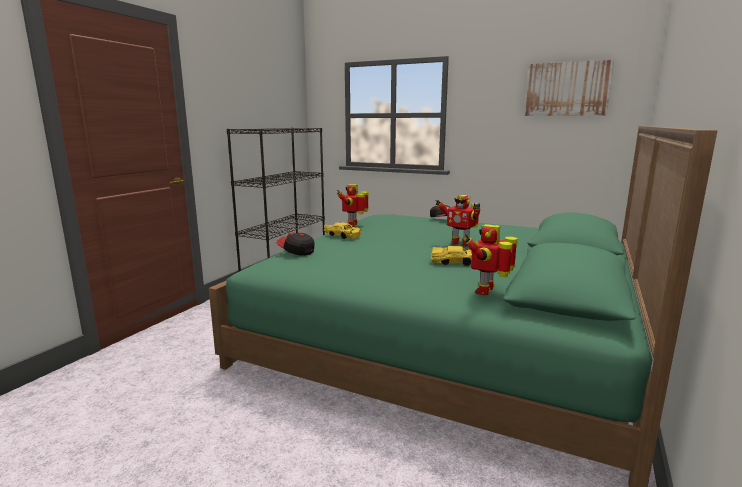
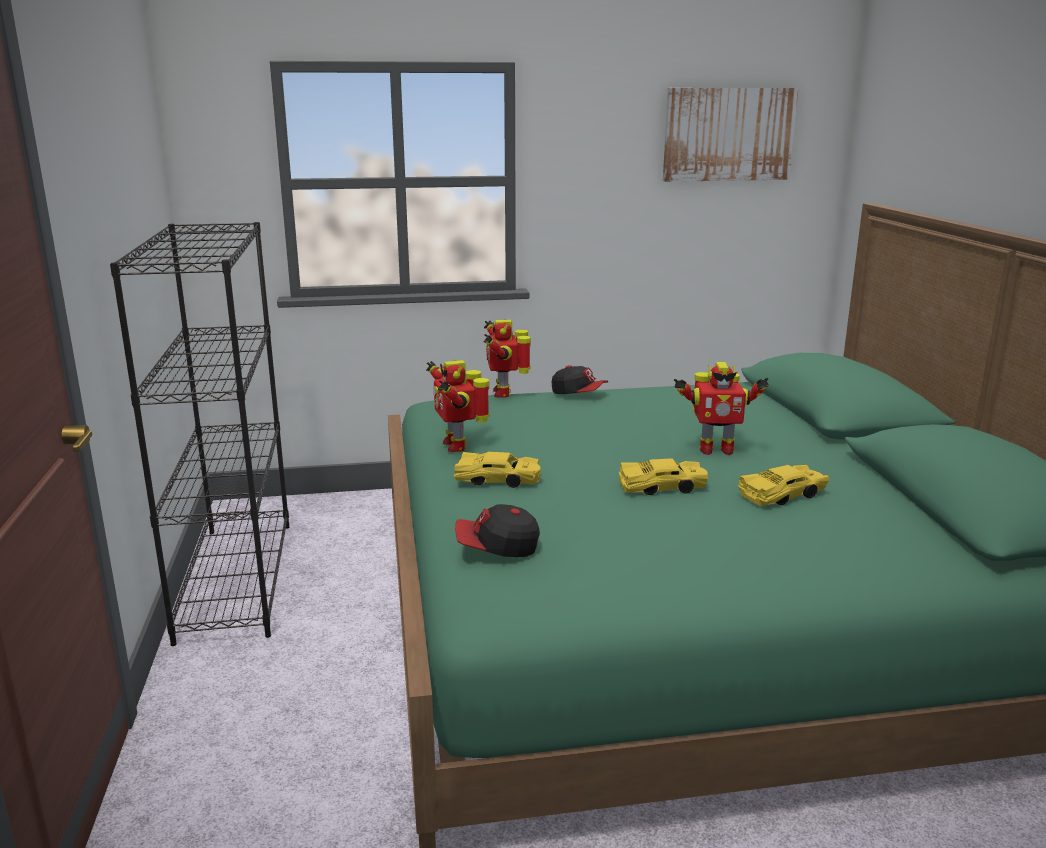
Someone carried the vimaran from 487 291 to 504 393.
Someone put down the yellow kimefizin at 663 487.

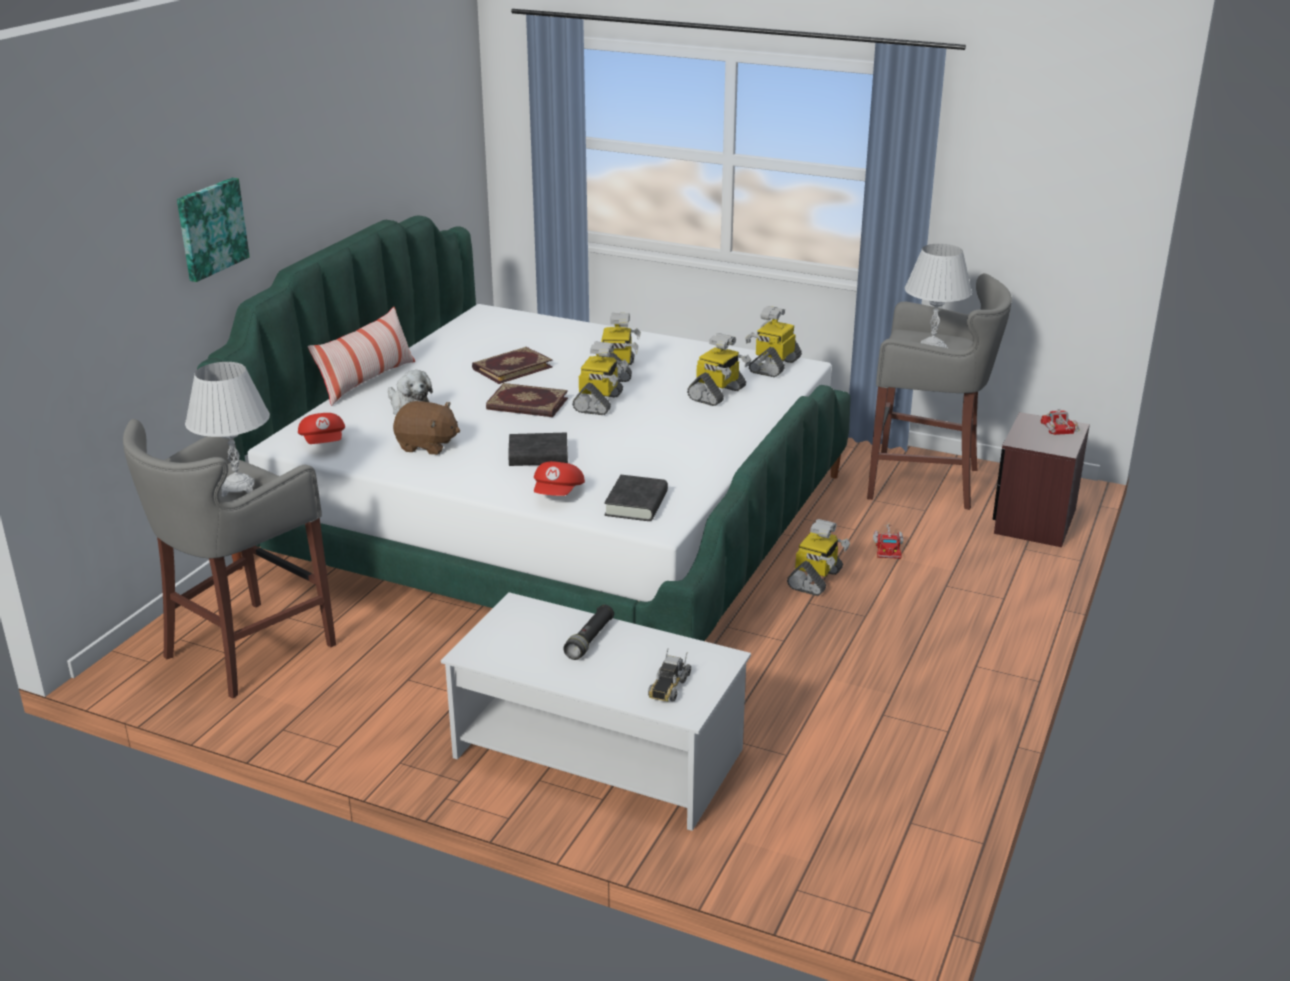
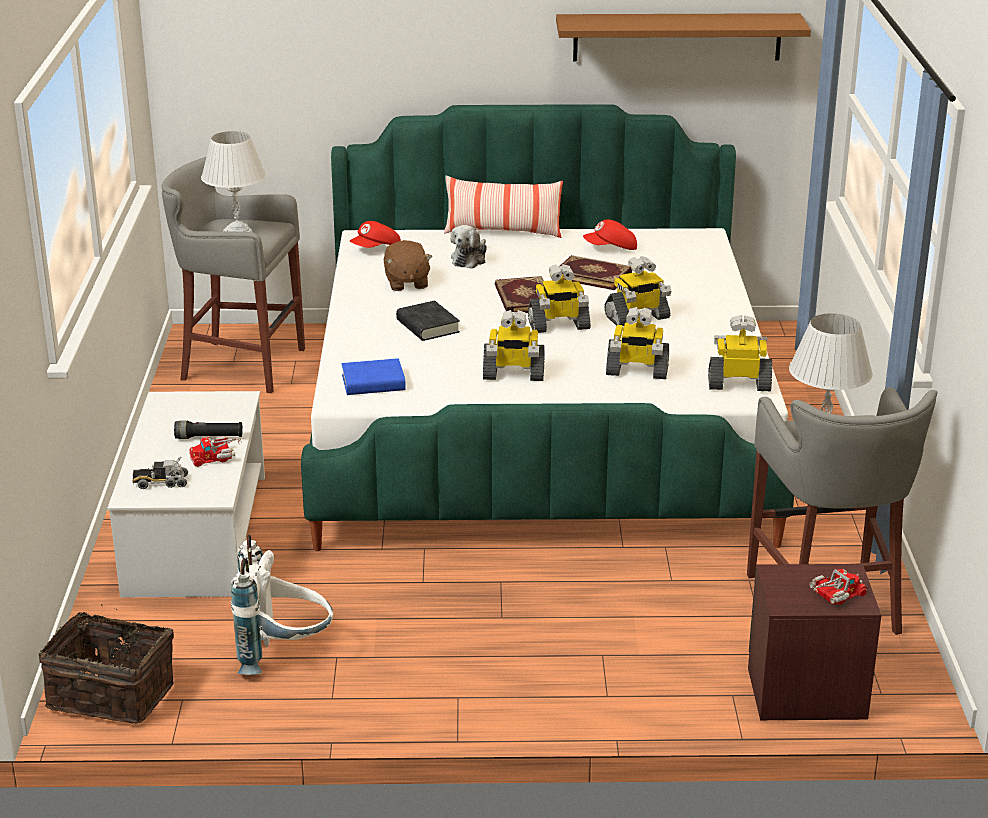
Someone took away the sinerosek at 210 228.
Someone carried the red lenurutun from 558 494 to 611 249.
Someone repainted the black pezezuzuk at 636 504, which became the blue pezezuzuk at 373 383.
Someone carried the vimaran from 816 579 to 513 374.
Someone carried the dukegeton from 887 547 to 217 457.
Someone put down the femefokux at 113 693.
Someone put down the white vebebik at 284 655.
Someone put up the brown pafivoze at 677 37.

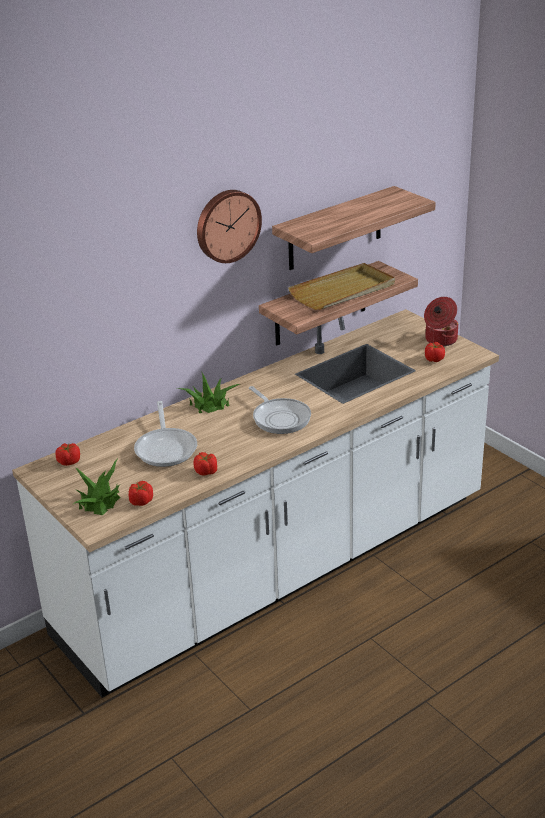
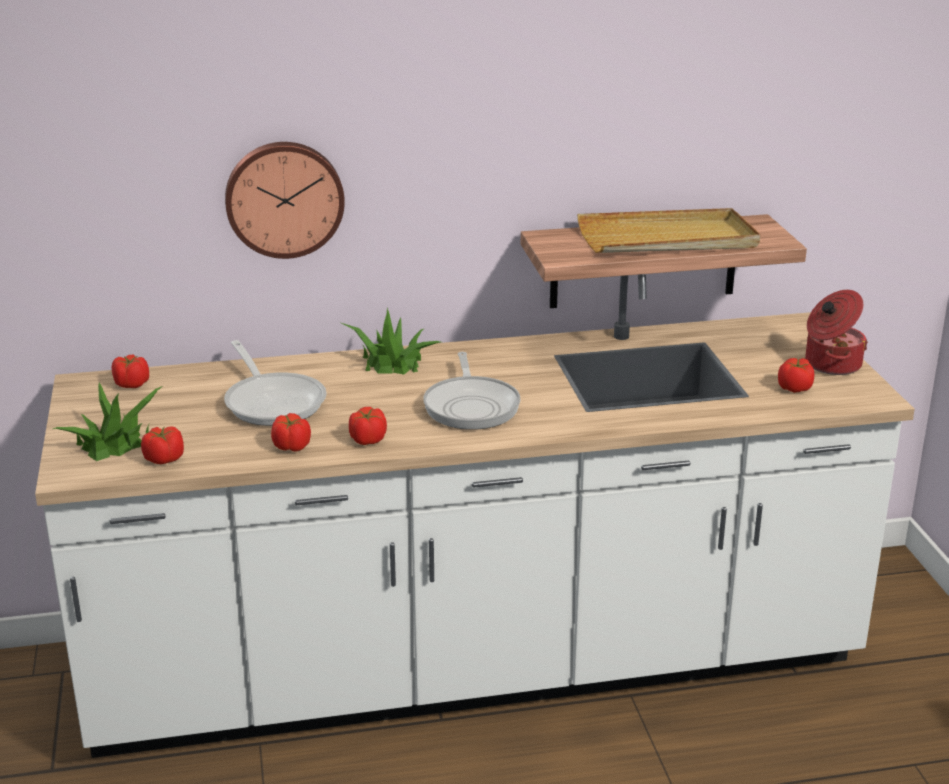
Someone rotated the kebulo at 166 448 by 45 degrees counterclockwise.
Someone carried the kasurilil from 227 225 to 284 198.
Someone took away the pafivoze at 335 229.
Someone put down the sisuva at 368 440.

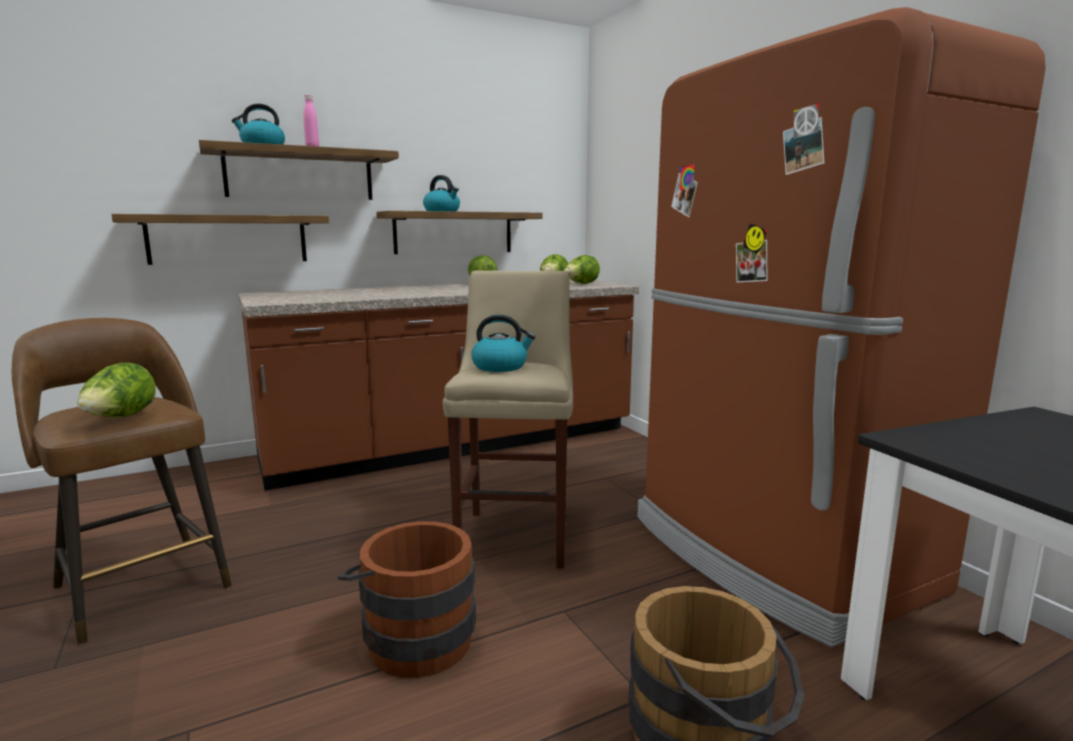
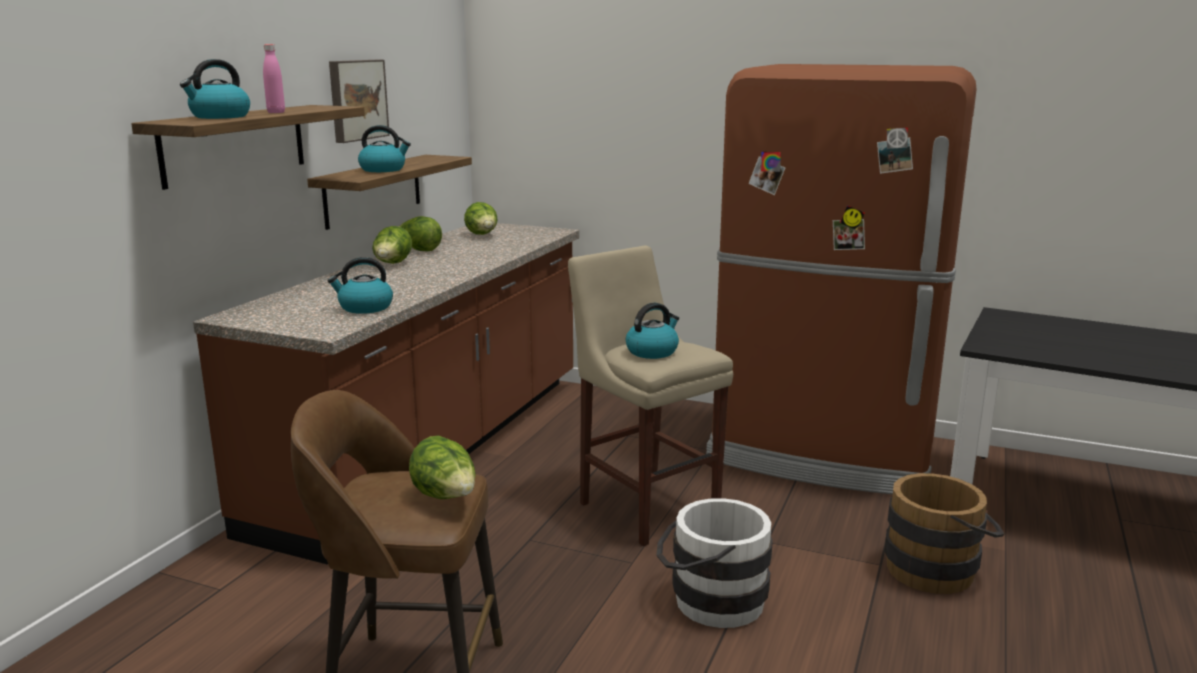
Someone took away the pafivoze at 228 239.
Someone repainted the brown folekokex at 414 637, which became the white folekokex at 710 601.
Someone carried the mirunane from 581 284 to 392 264.
Someone put down the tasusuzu at 365 308.
Someone put up the sinerosek at 356 100.

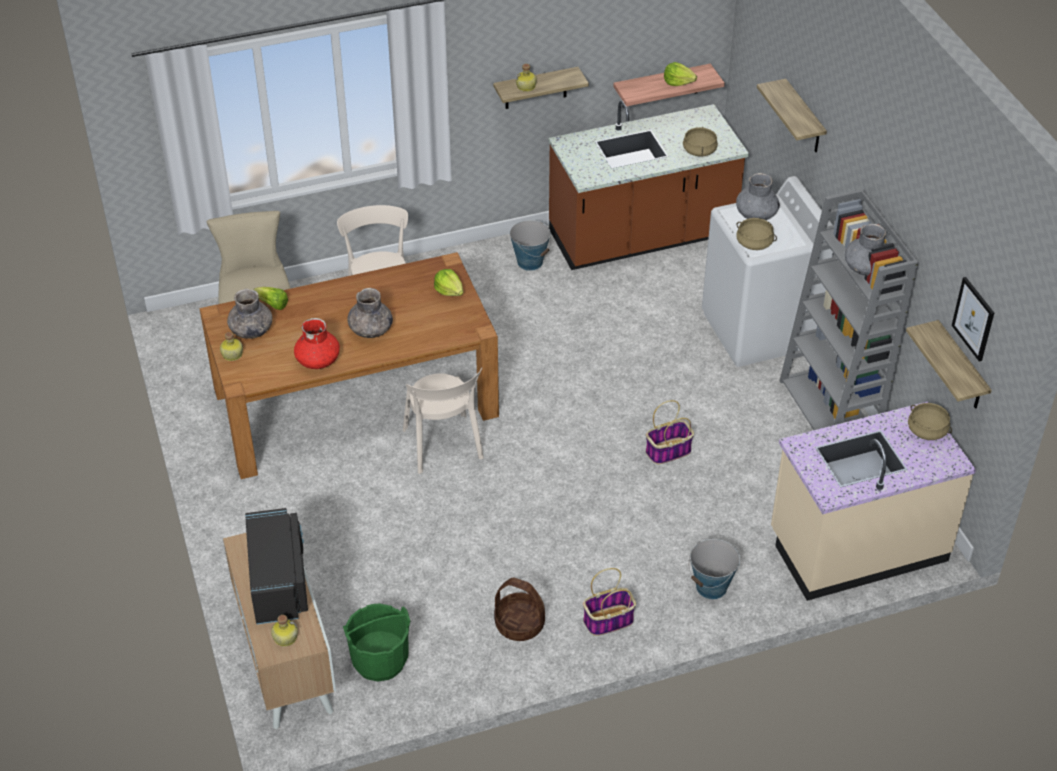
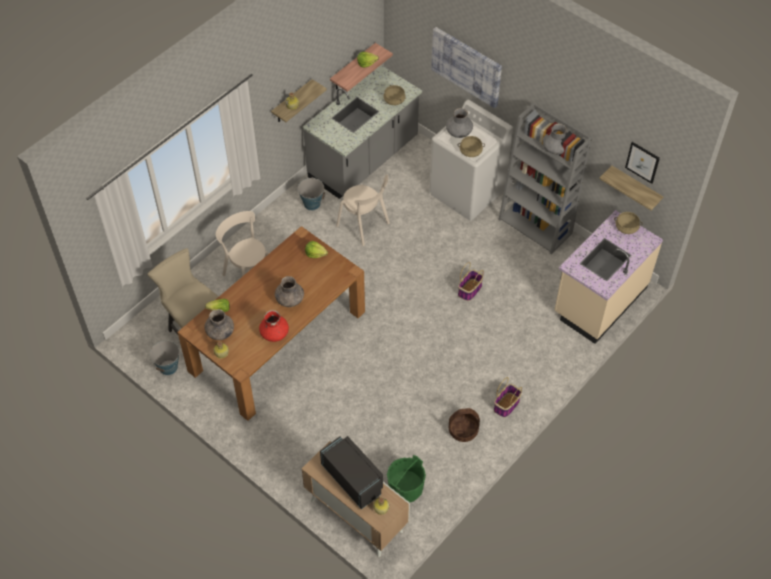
Someone carried the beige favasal from 443 447 to 364 226.
Someone repainted the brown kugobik at 642 236, which became the grey kugobik at 364 159.
Someone carried the folekokex from 711 587 to 168 367.
Someone swapped the pafivoze at 804 118 for the sinerosek at 467 66.

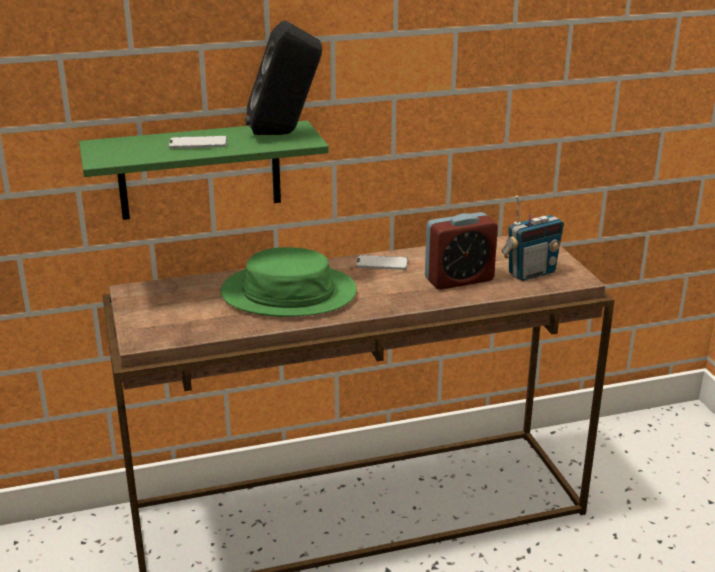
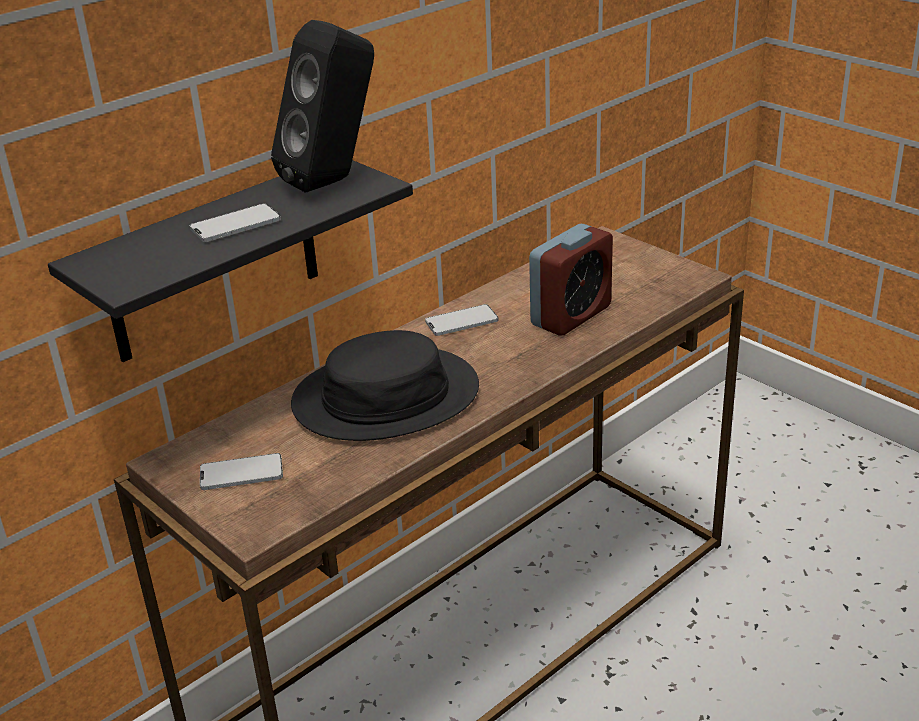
Someone repainted the green pafivoze at 200 170, which became the black pafivoze at 214 261.
Someone repainted the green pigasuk at 289 293, which became the black pigasuk at 385 397.
Someone took away the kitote at 531 273.
Someone put down the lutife at 241 473.

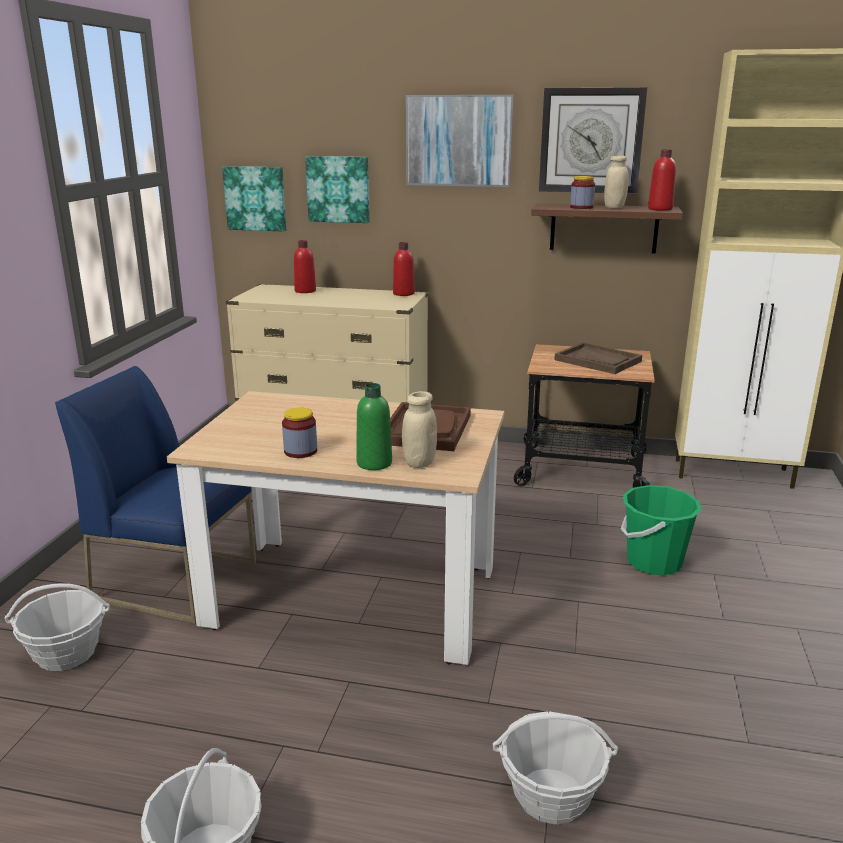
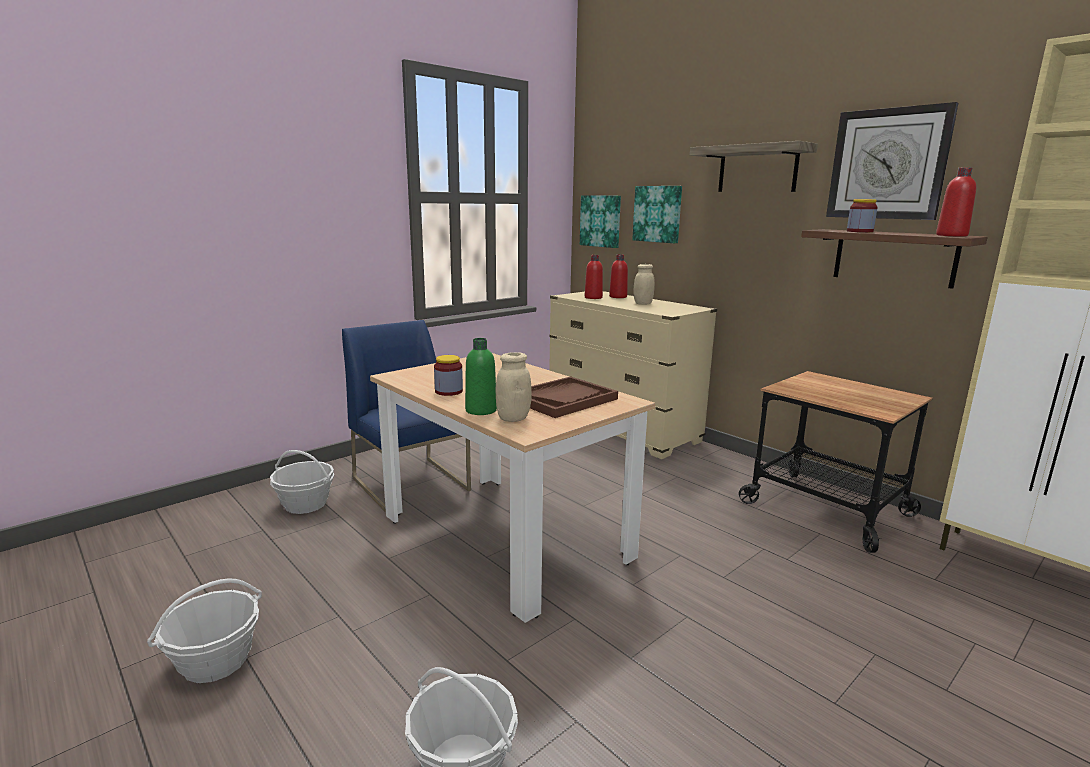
Someone carried the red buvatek from 403 293 to 593 297.
Someone swapped the sinerosek at 459 141 for the pafivoze at 757 169.
Someone took away the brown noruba at 598 360.
Someone carried the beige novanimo from 614 207 to 643 303.
Someone took away the green folekokex at 653 562.

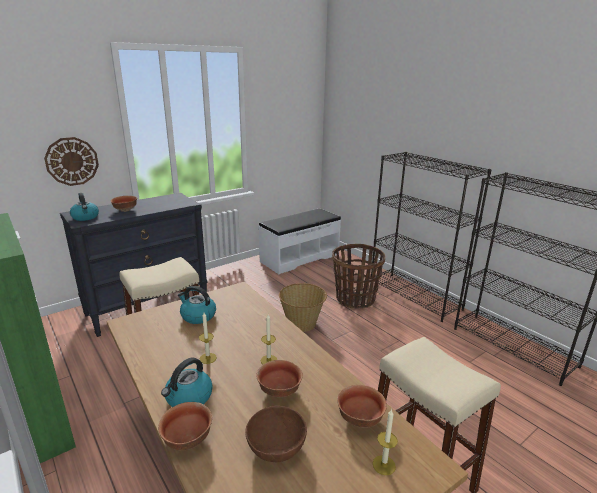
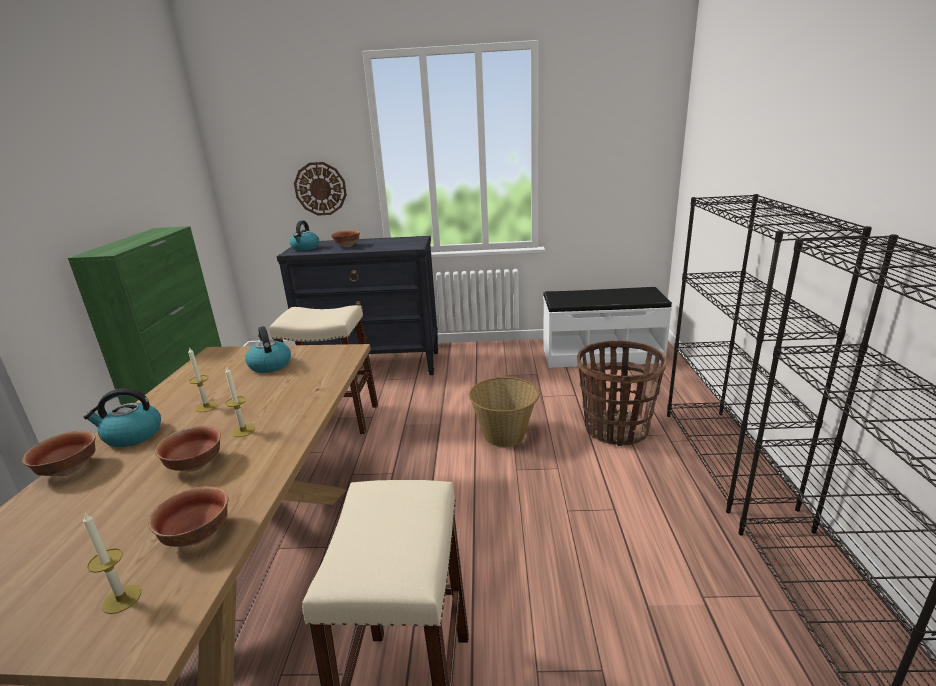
Someone took away the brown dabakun at 276 447.

